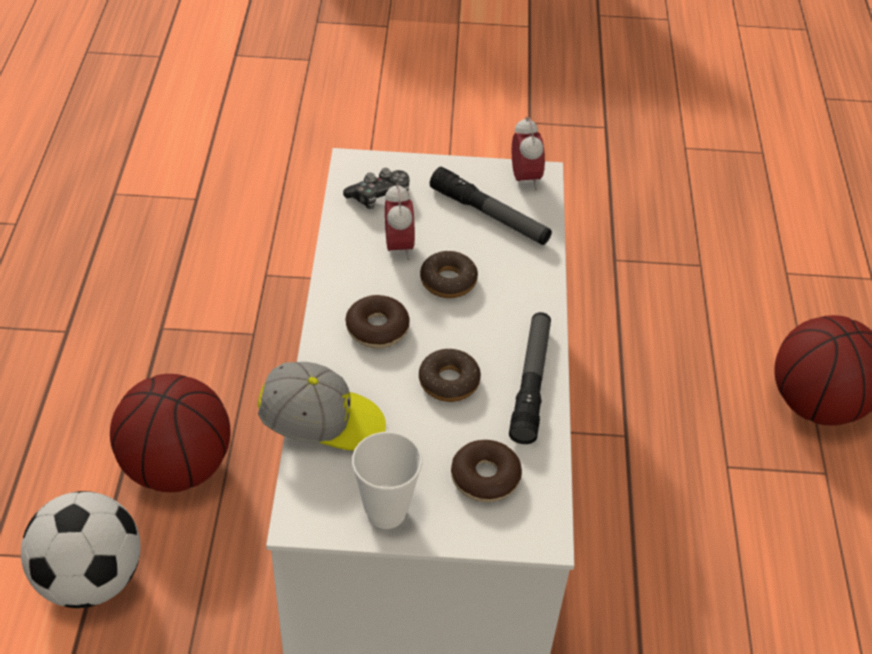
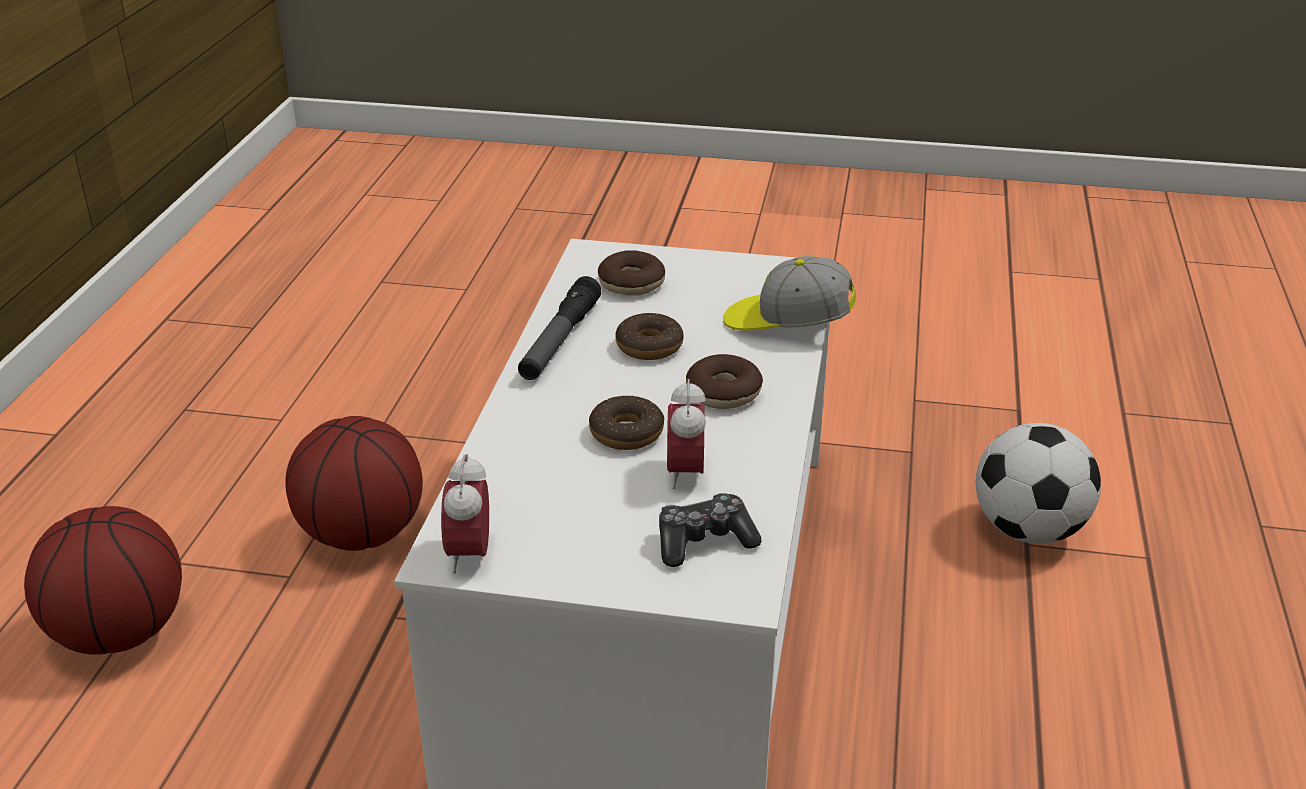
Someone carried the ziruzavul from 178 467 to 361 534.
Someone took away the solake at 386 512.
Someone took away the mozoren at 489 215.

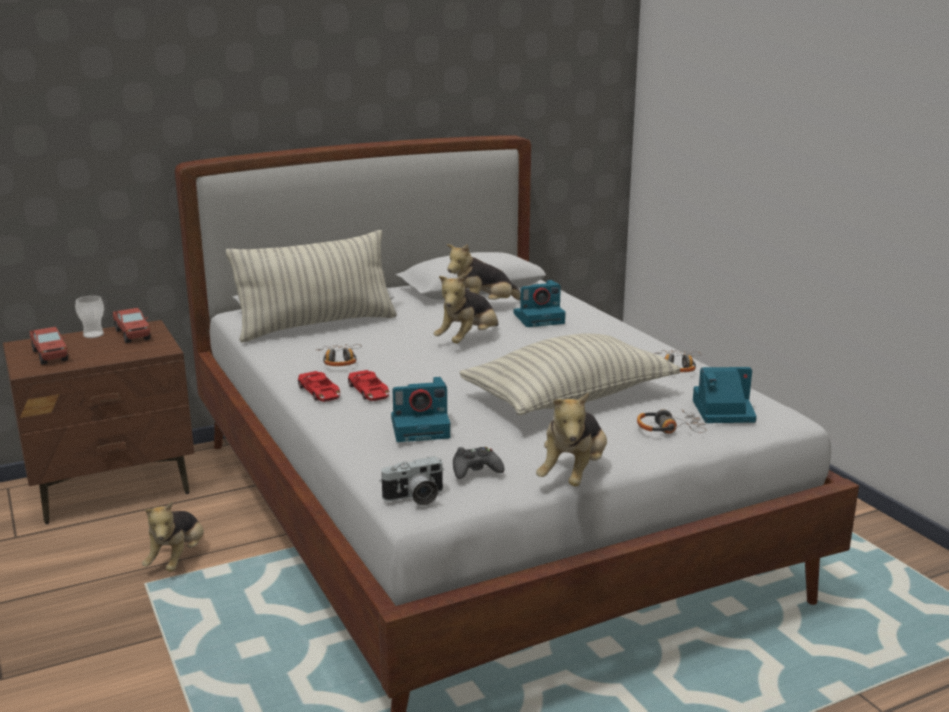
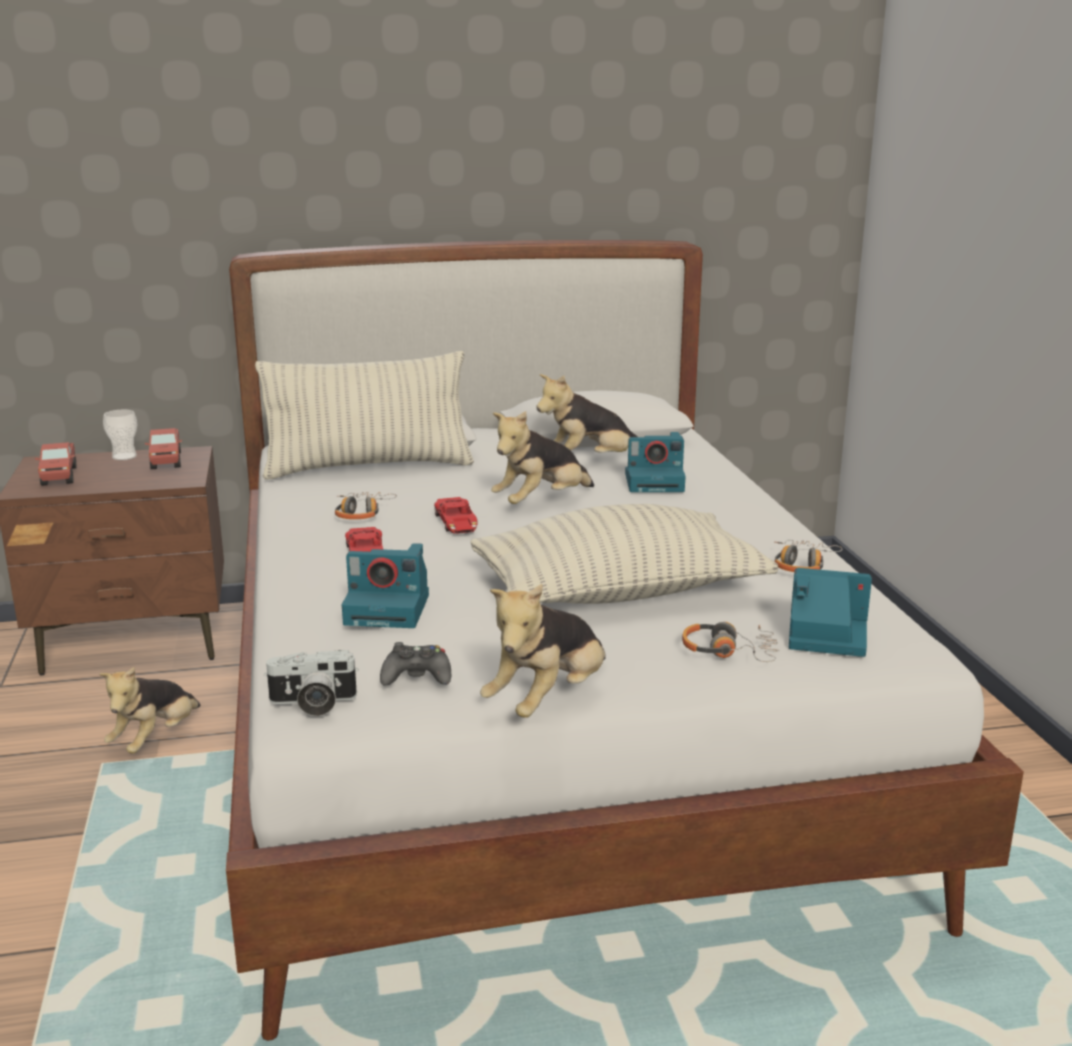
Someone carried the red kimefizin from 320 392 to 456 522.

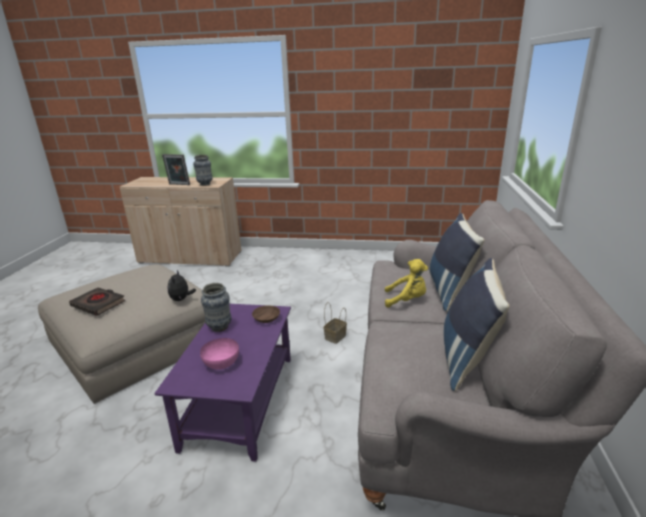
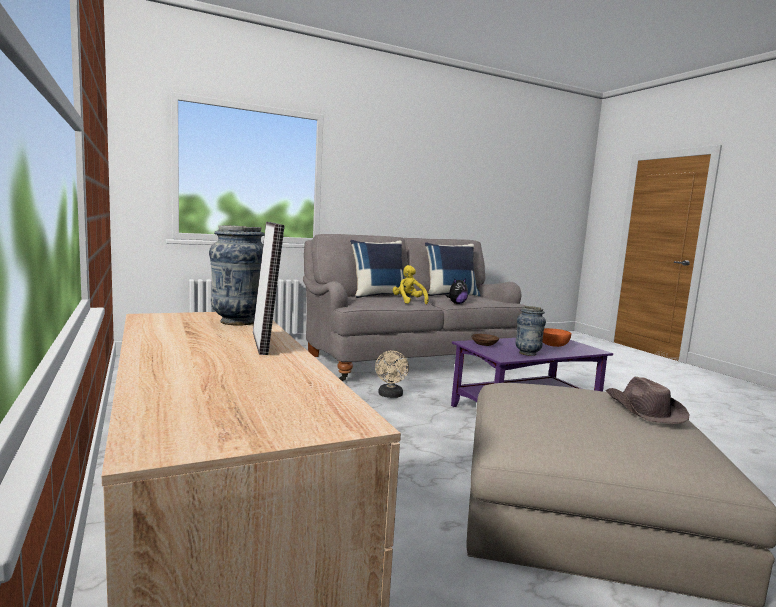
Someone swapped the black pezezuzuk at 98 304 for the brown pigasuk at 643 409.
Someone carried the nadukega from 181 299 to 456 303.
Someone repainted the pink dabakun at 221 362, which became the orange dabakun at 553 345.
Someone swapped the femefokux at 335 337 for the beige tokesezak at 390 395.

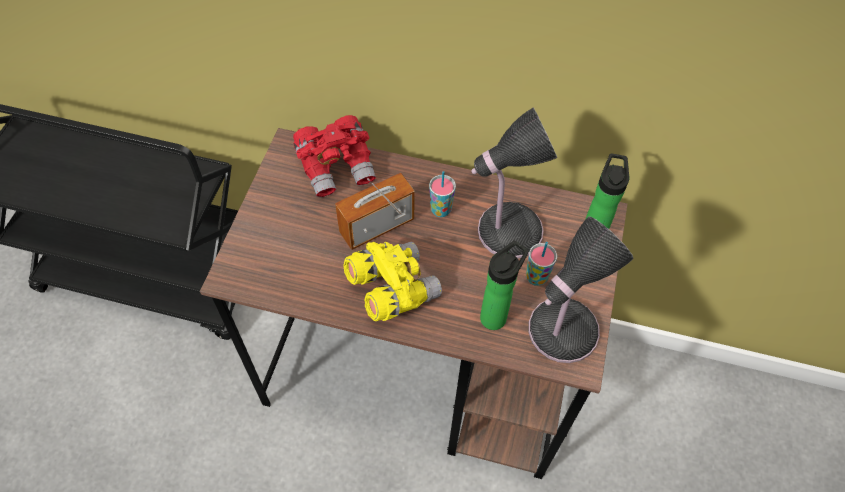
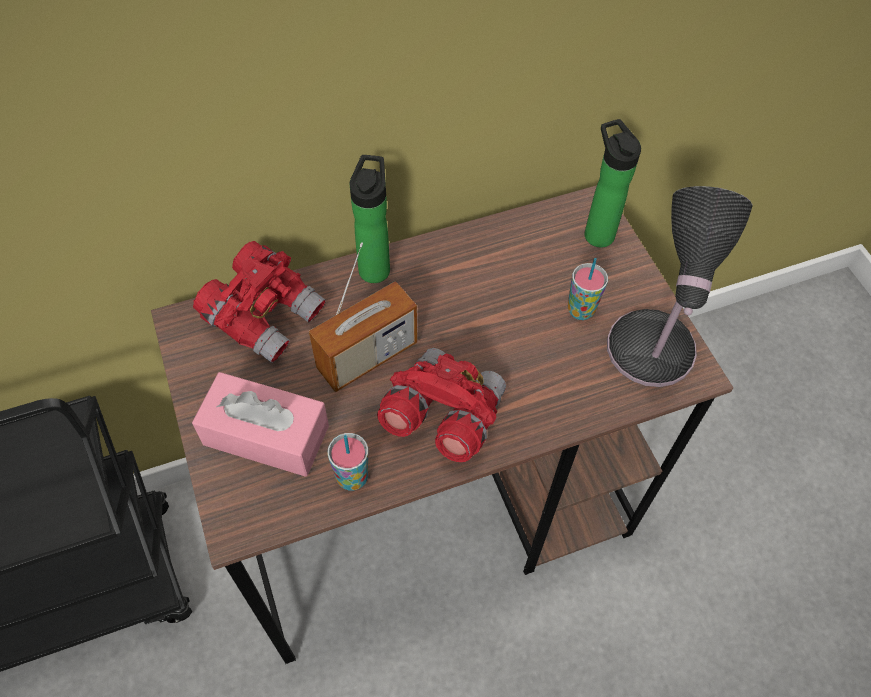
Someone rotated the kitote at 376 226 by 150 degrees counterclockwise.
Someone repainted the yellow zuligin at 391 288, which became the red zuligin at 442 416.
Someone carried the solake from 440 210 to 352 478.
Someone took away the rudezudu at 505 231.
Someone carried the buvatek from 496 315 to 375 267.
Someone put down the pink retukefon at 266 435.

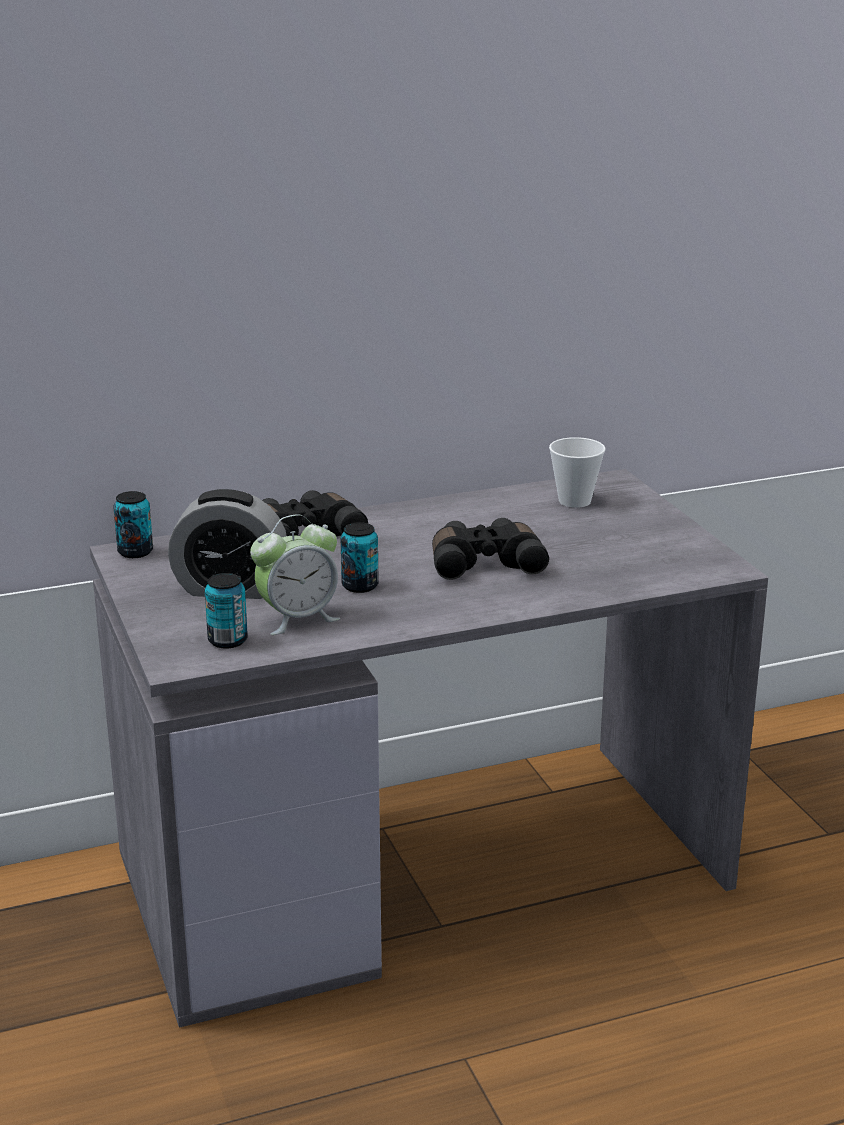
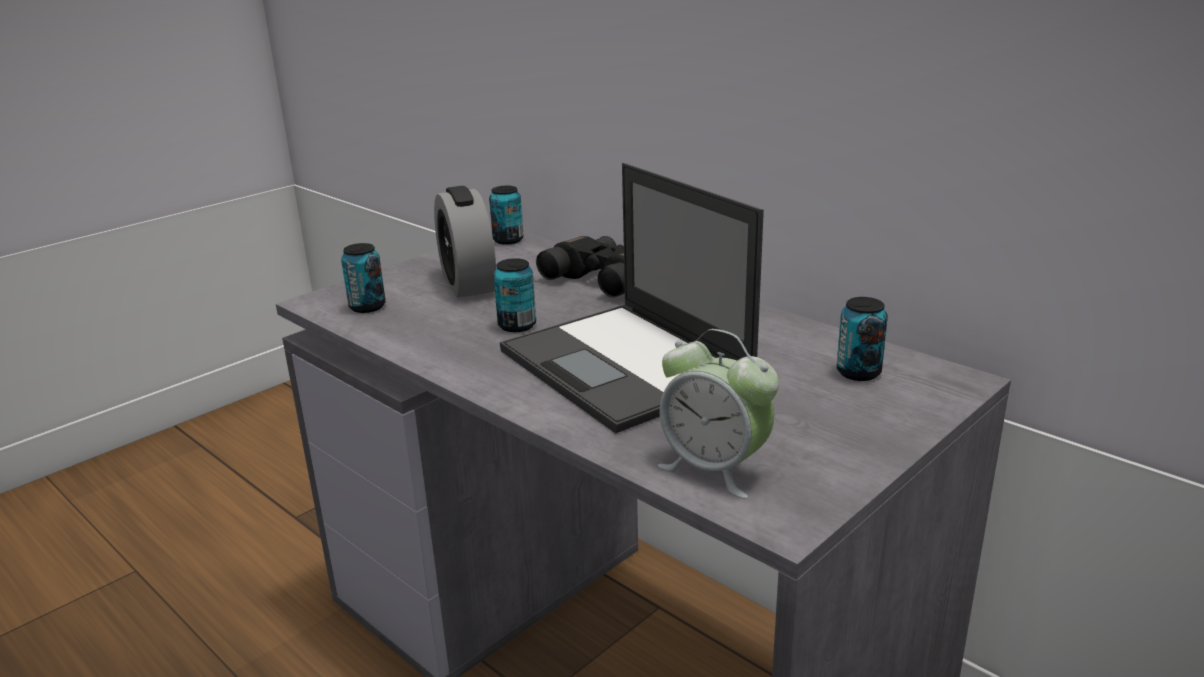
Someone carried the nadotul from 297 618 to 714 469.
Someone swapped the black zuligin at 485 563 for the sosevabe at 627 365.
Someone swapped the solake at 574 501 for the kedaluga at 858 372.

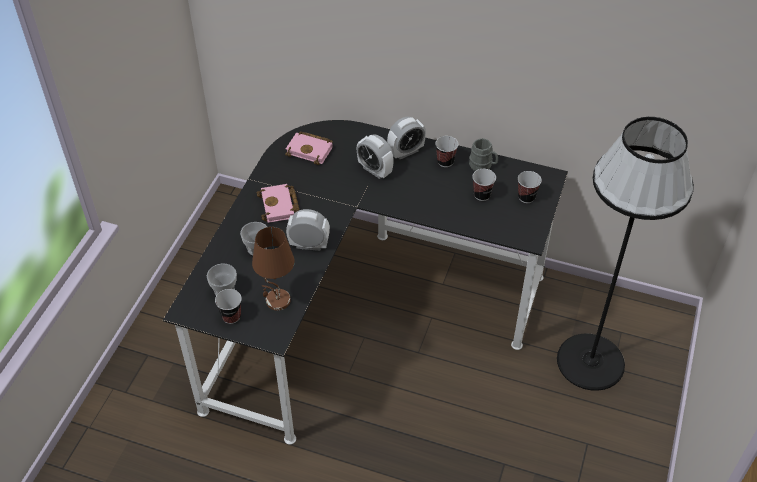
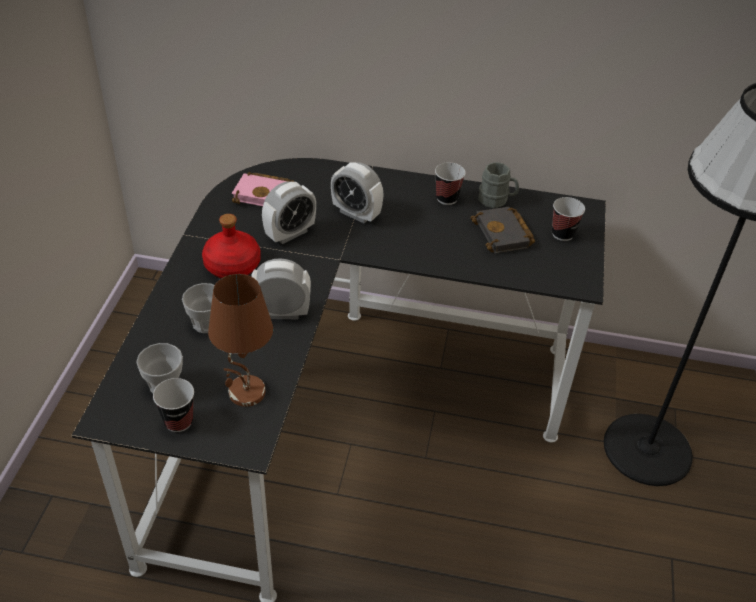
Someone swapped the pink pezezuzuk at 280 206 for the red buvatek at 233 266.
Someone carried the nadotul from 406 152 to 290 234.
Someone swapped the solake at 482 195 for the black pezezuzuk at 504 234.

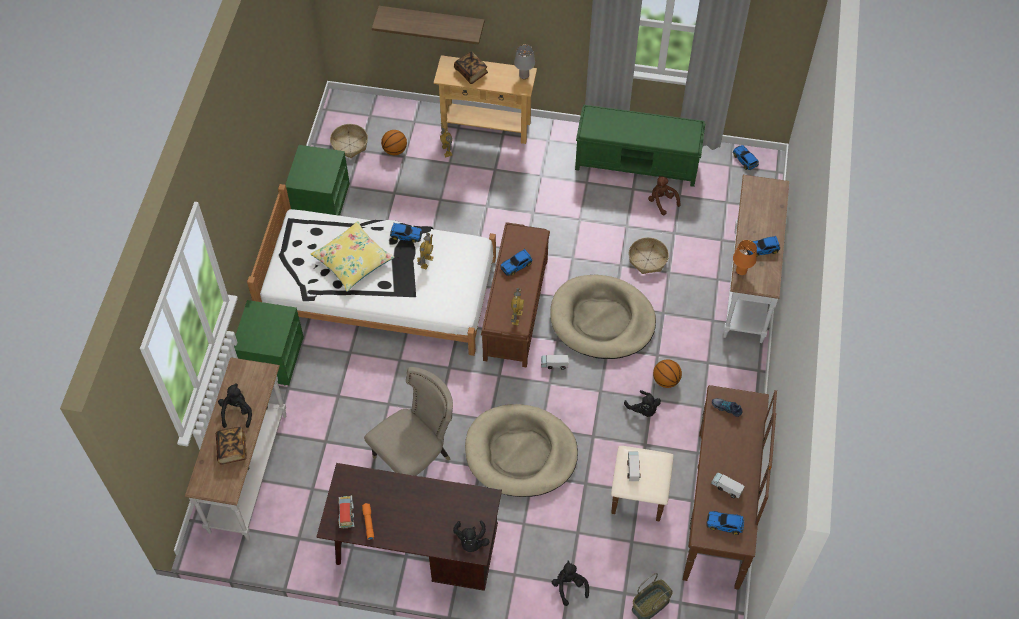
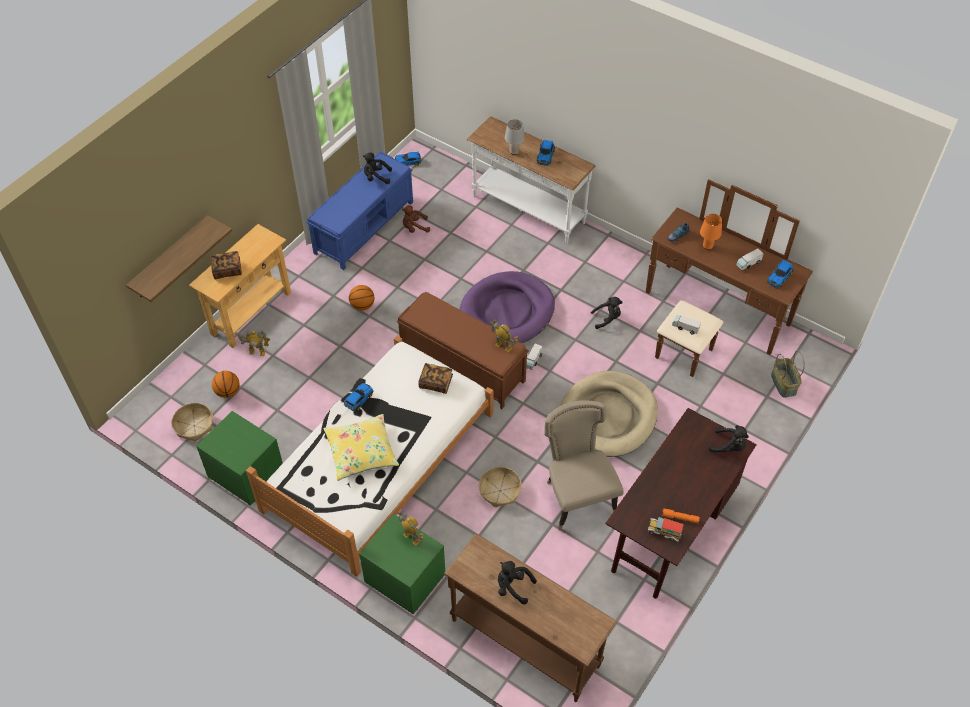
Someone repainted the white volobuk at 249 473, which became the brown volobuk at 526 641.
Someone carried the pezezuzuk from 232 449 to 436 383.
Someone carried the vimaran from 426 262 to 411 538.
Someone took away the kimefizin at 517 265.
Someone carried the grey rudezudu from 524 76 to 513 151.
Someone repainted the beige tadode at 602 320, which became the purple tadode at 507 311.
Someone carried the black nadukega from 569 586 to 376 177.
Someone repainted the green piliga at 637 162, which became the blue piliga at 364 227.
Someone carried the femefokux from 647 259 to 500 491.
Someone carried the ziruzavul from 666 380 to 362 306.
Someone carried the orange rudezudu from 741 271 to 707 246.

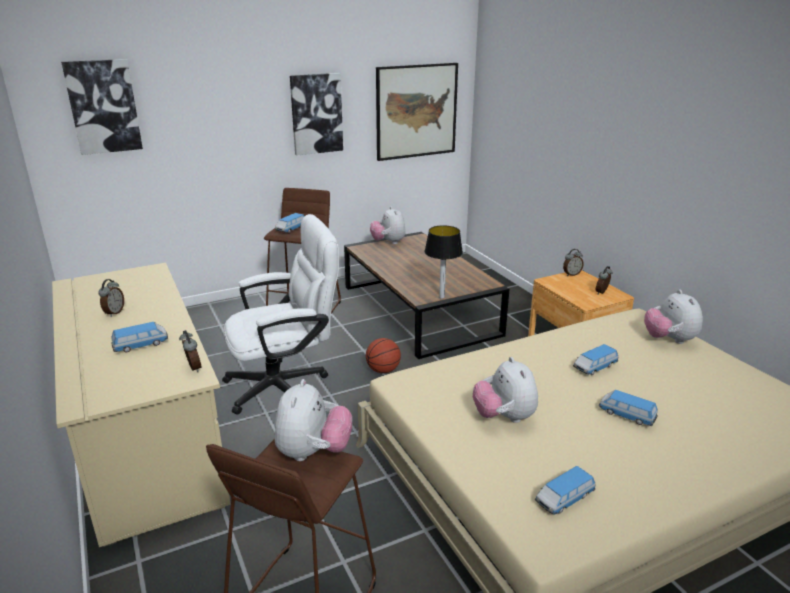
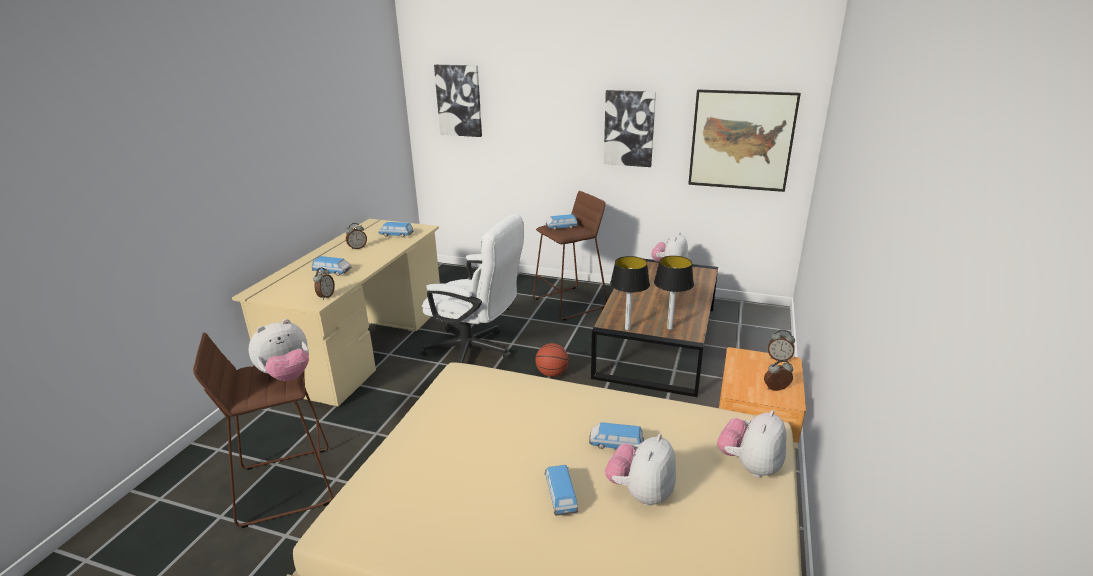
Someone carried the nadukega from 504 417 to 641 493.
Someone carried the kimefizin from 564 499 to 396 235.
Someone put down the rudezudu at 670 328.

